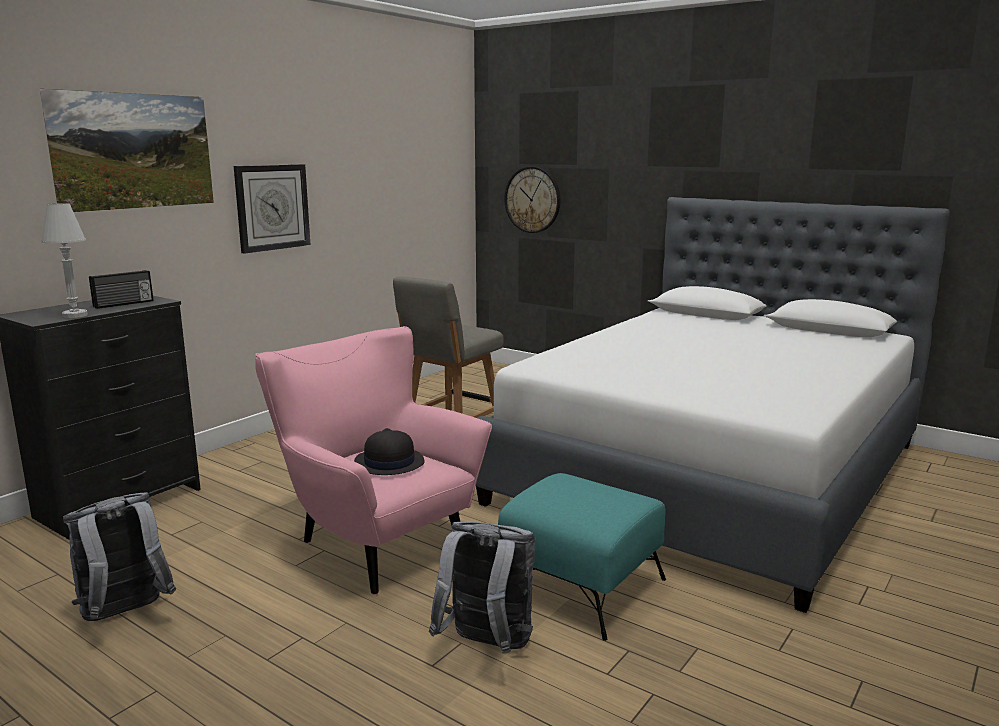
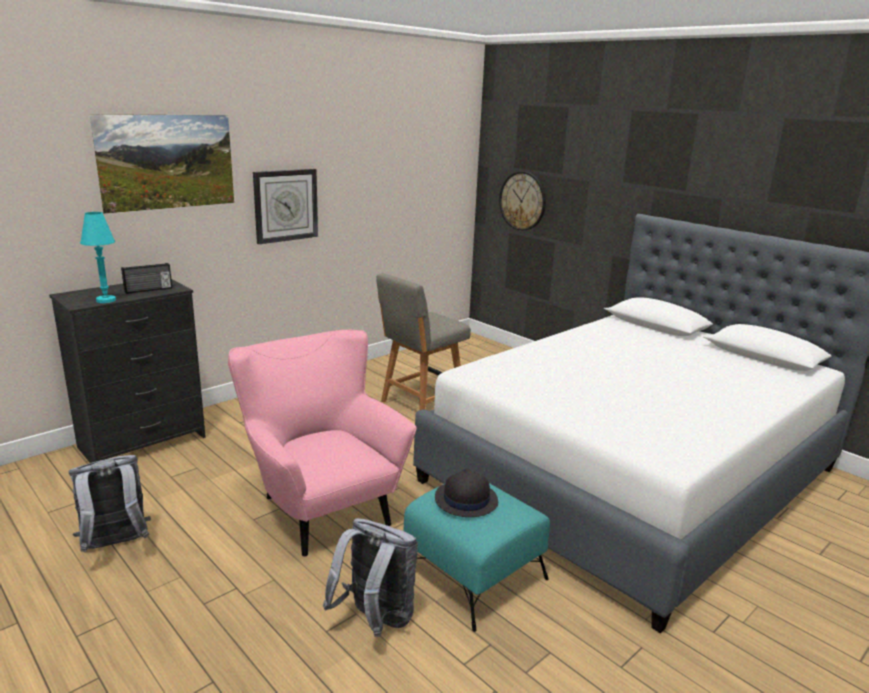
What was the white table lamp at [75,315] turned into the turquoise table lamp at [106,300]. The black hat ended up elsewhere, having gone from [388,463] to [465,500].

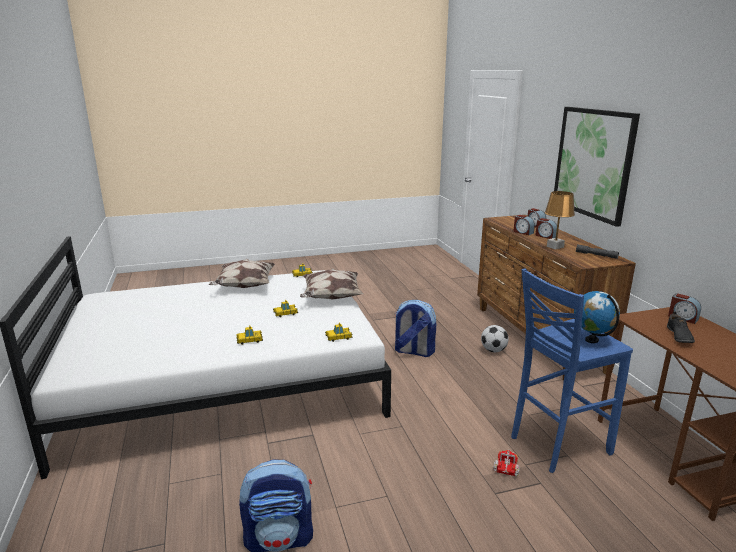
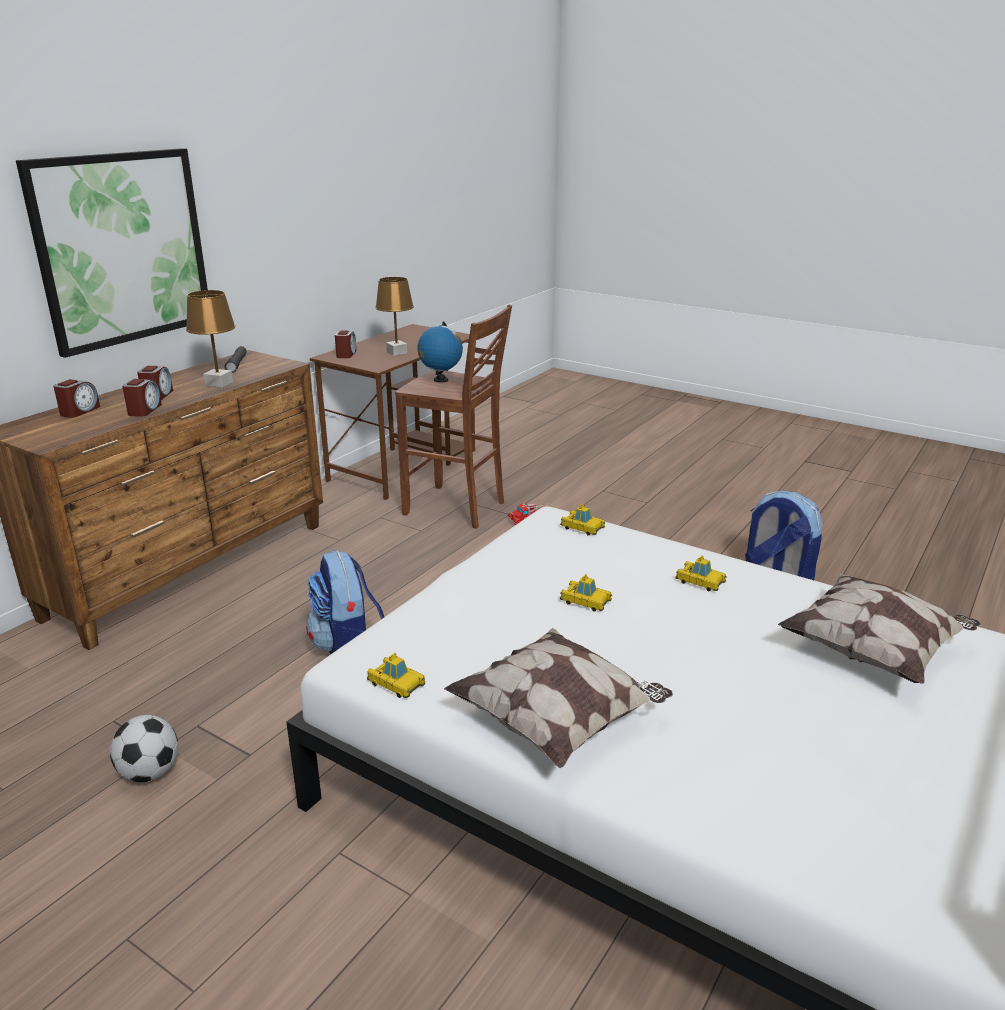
The pillow ended up elsewhere, having gone from [331,297] to [873,652]. The football ended up elsewhere, having gone from [493,350] to [149,773]. What was the blue stool at [556,444] turned into the brown stool at [457,508]. Where the black shoe stood at [678,336], the brown table lamp came to stand at [396,352].

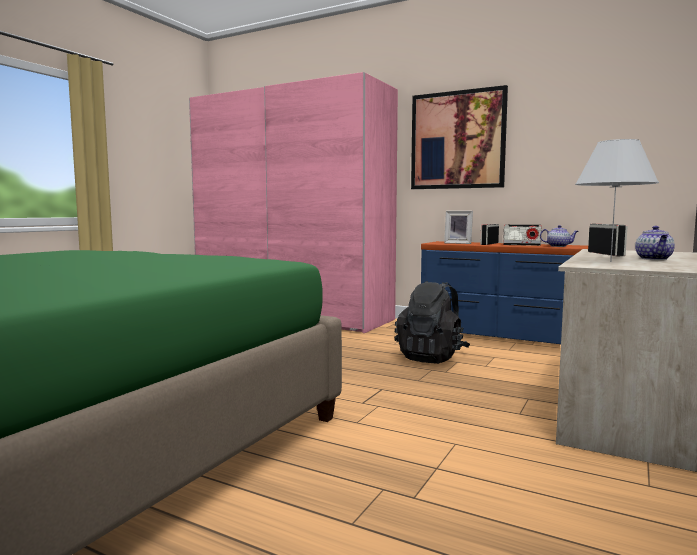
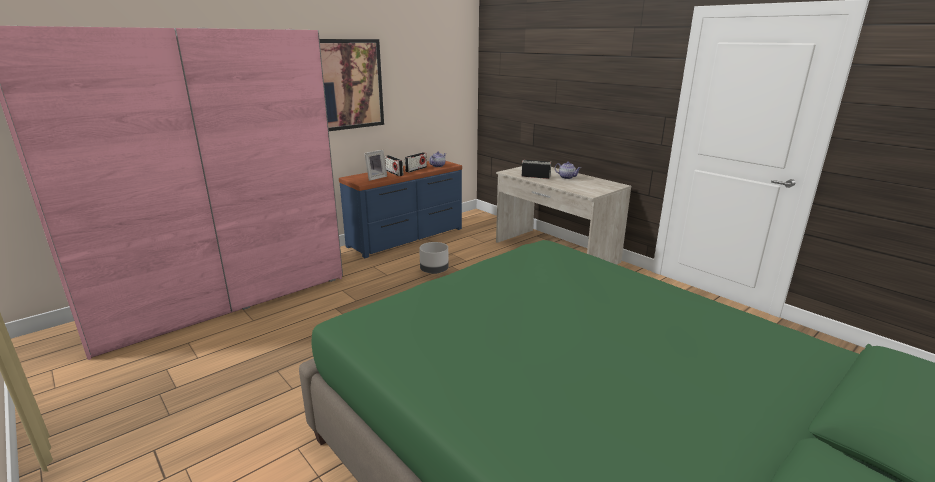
Where the black backpack stood at [431,357], the grey planter came to stand at [434,271]. The second view lost the white table lamp at [610,261].

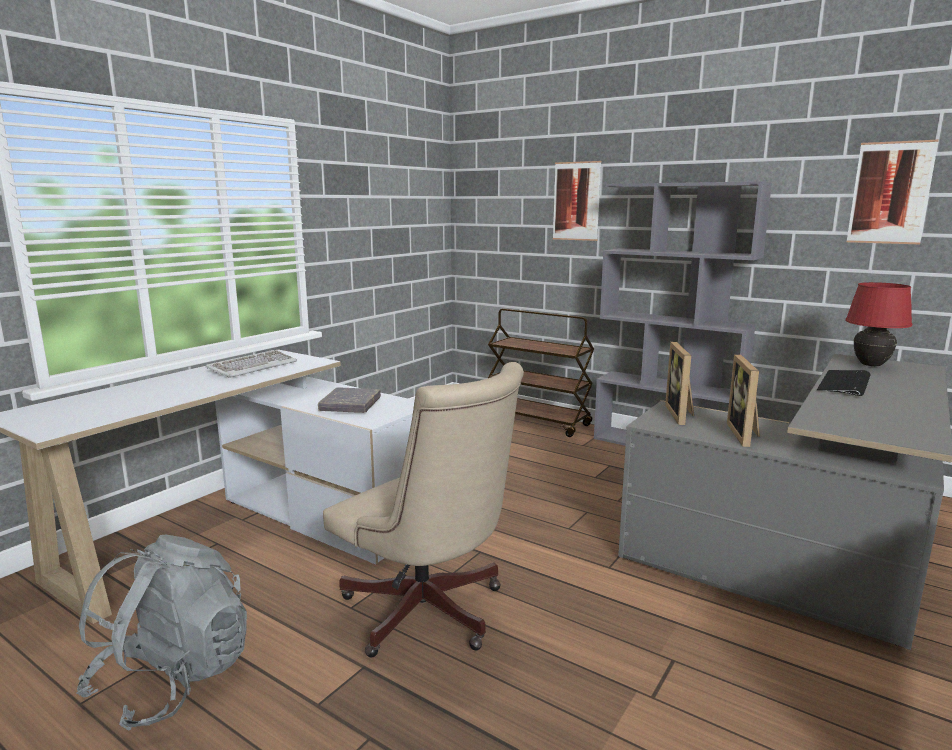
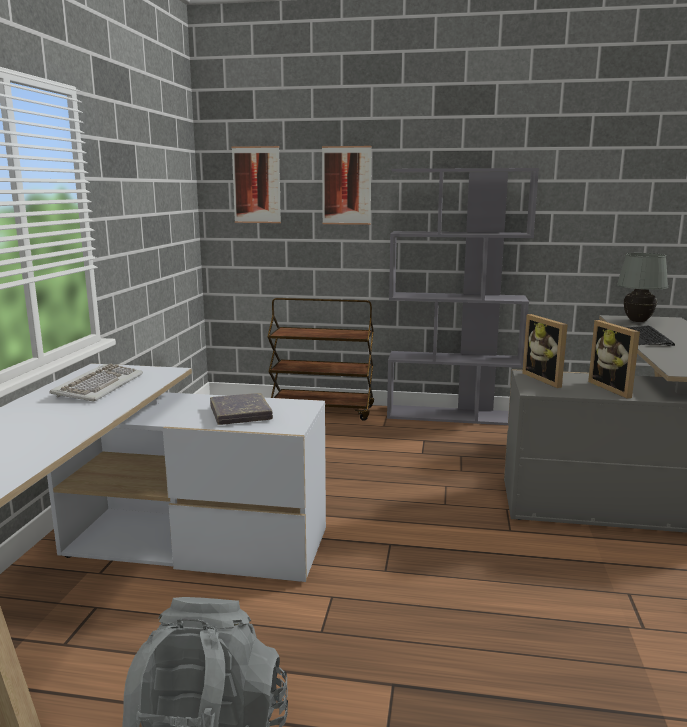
The second view lost the beige office chair at [429,615]. What was the red table lamp at [871,365] turned into the grey table lamp at [637,321]. The picture ended up elsewhere, having gone from [890,193] to [256,185].

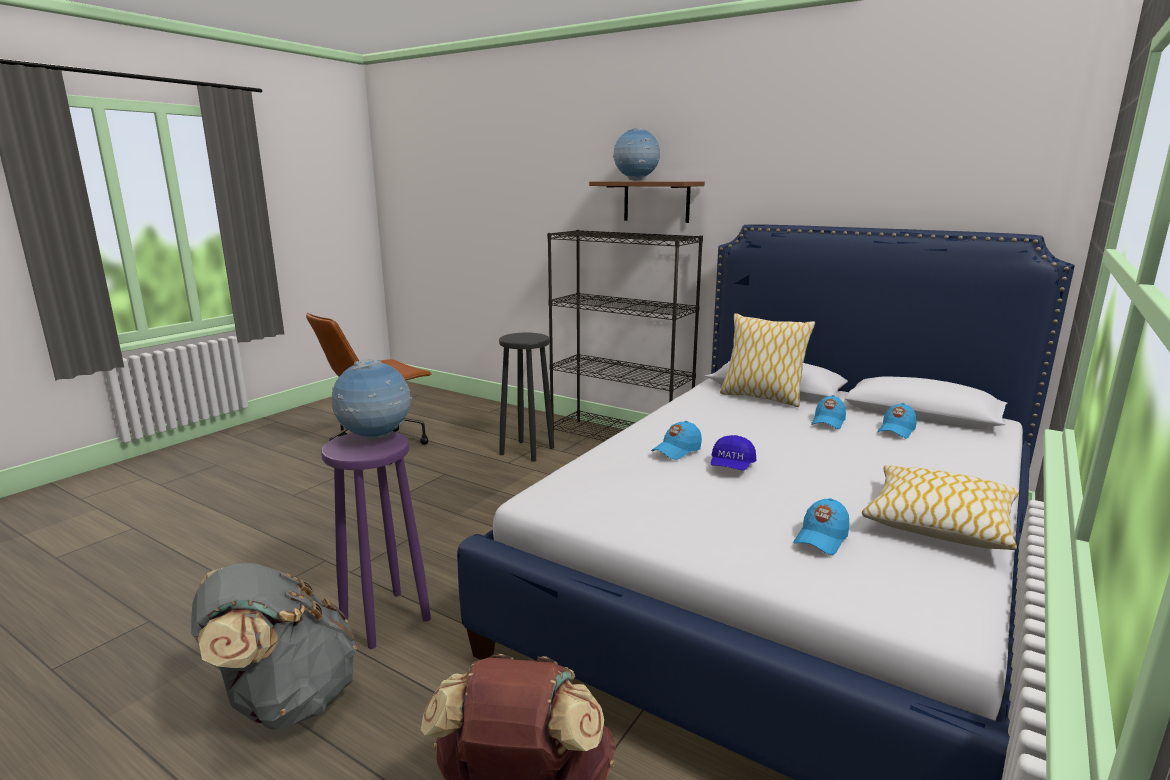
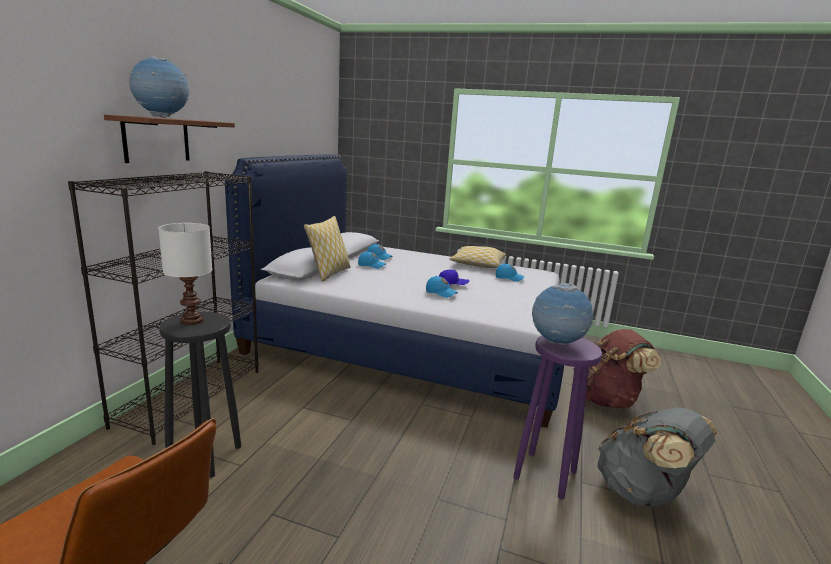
The second view gained the white table lamp at [192,320].

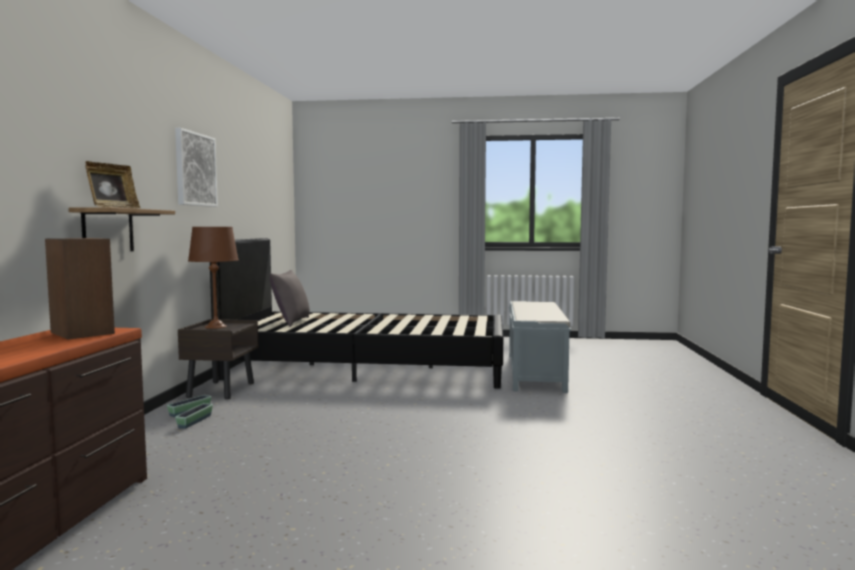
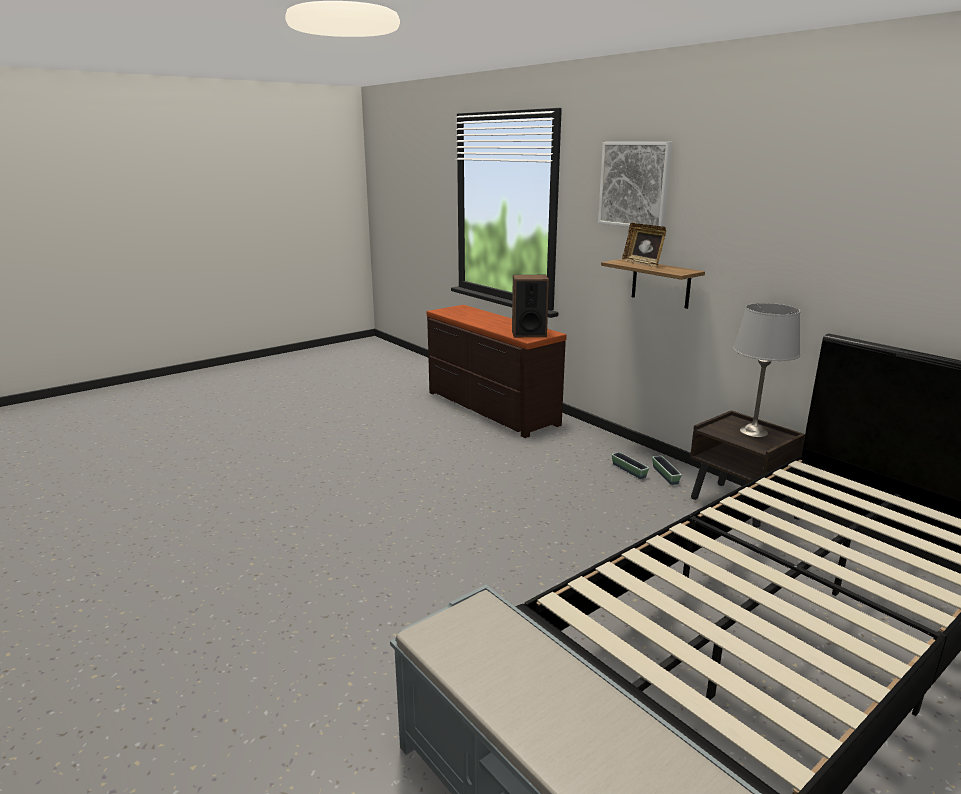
The picture ended up elsewhere, having gone from [195,169] to [634,185]. What was the brown table lamp at [215,327] turned into the grey table lamp at [753,432]. The second view lost the grey pillow at [291,322].

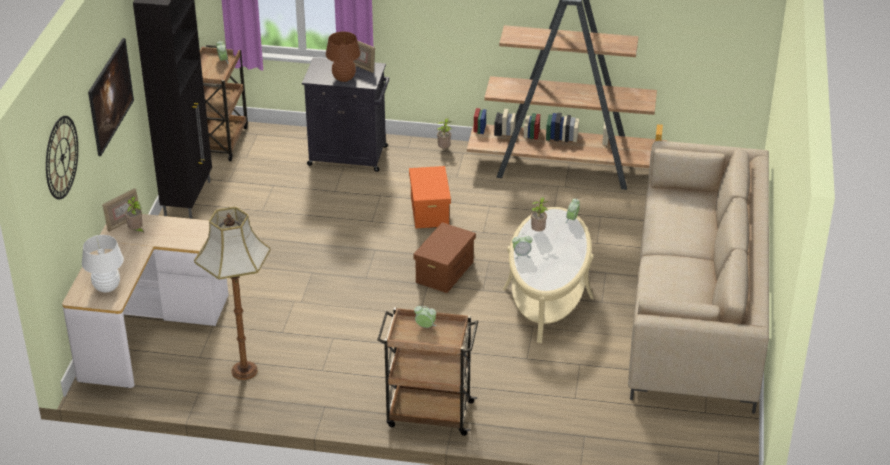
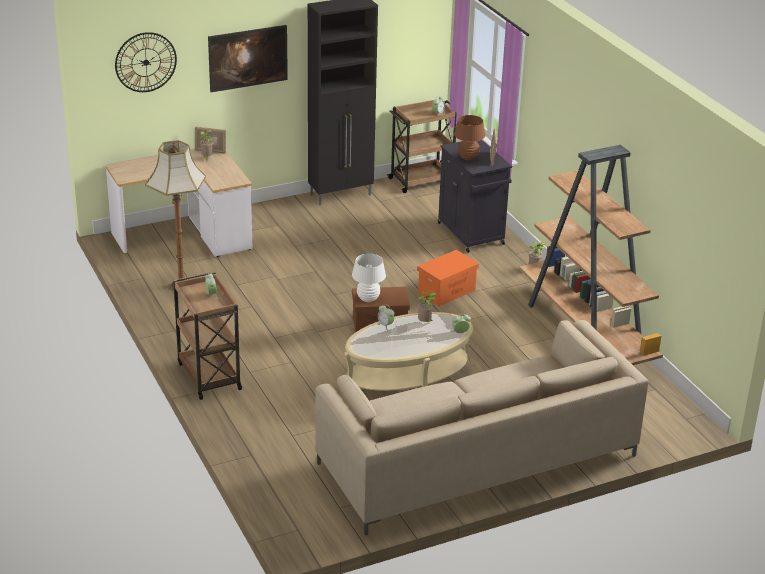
The white table lamp ended up elsewhere, having gone from [107,287] to [368,299].

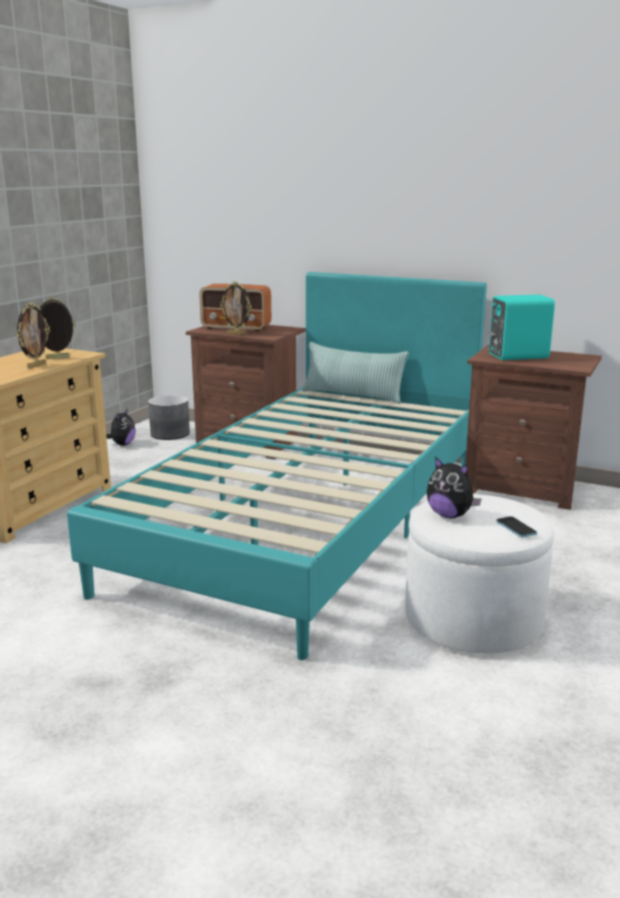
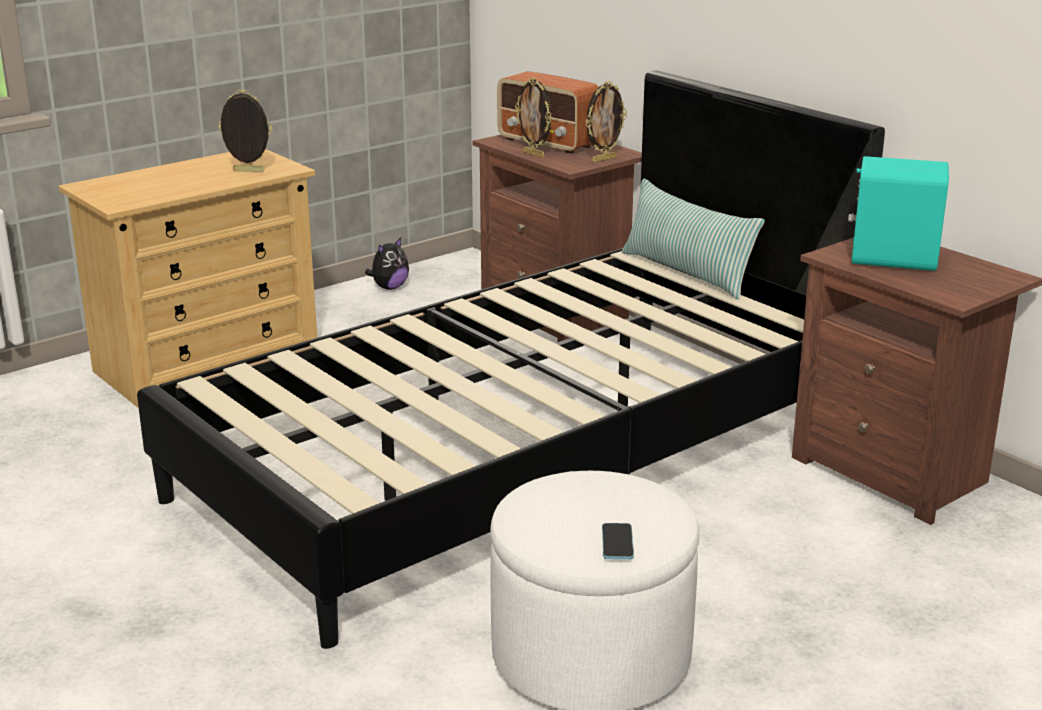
The picture frame ended up elsewhere, having gone from [36,366] to [604,159]. What was the turquoise bed at [310,521] turned into the black bed at [522,457]. The second view lost the grey planter at [170,434]. The second view lost the plush toy at [450,515].

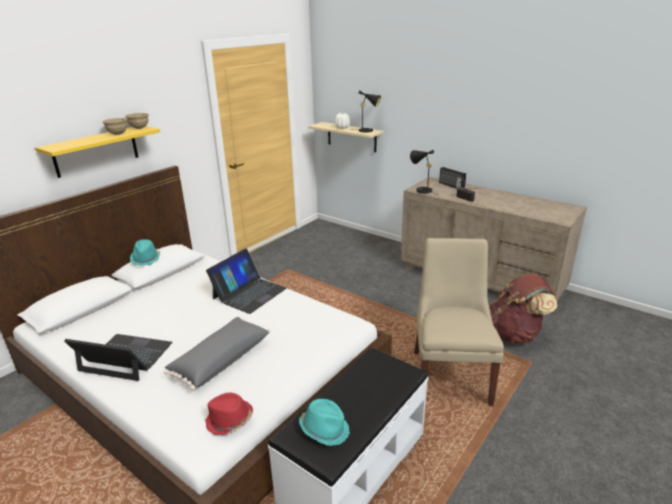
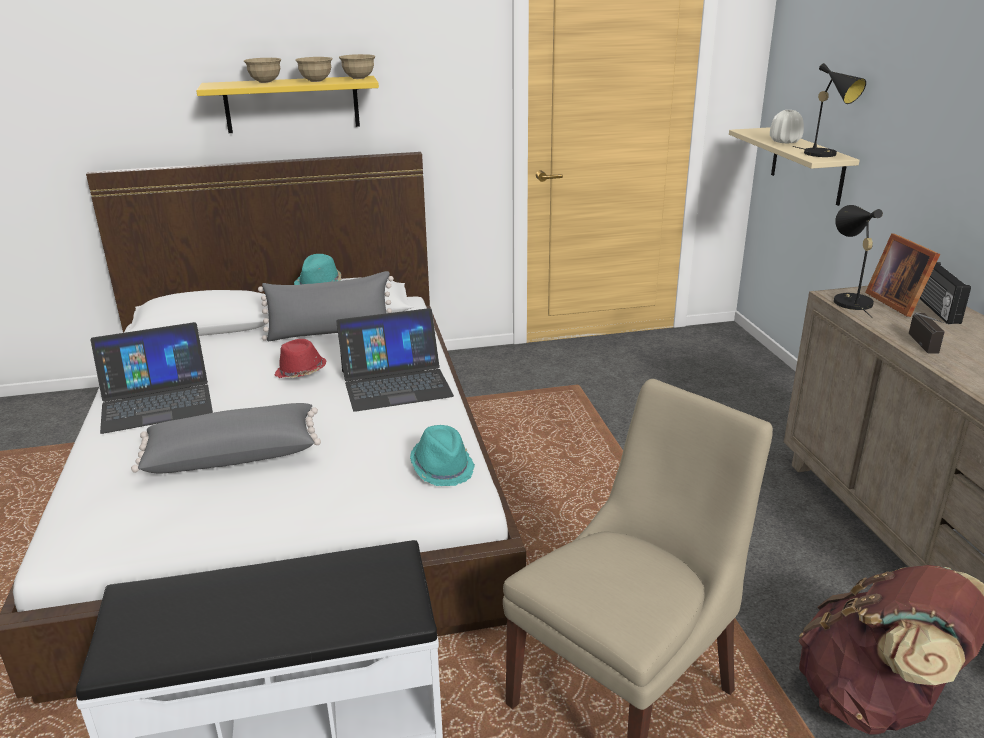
The laptop at [125,357] ended up facing another way, 105 degrees clockwise from before. The red hat ended up elsewhere, having gone from [229,420] to [301,373]. The turquoise hat ended up elsewhere, having gone from [325,429] to [442,468]. The second view gained the beige bowl at [265,82]. The second view gained the grey pillow at [331,333]. The second view gained the picture frame at [897,302].

